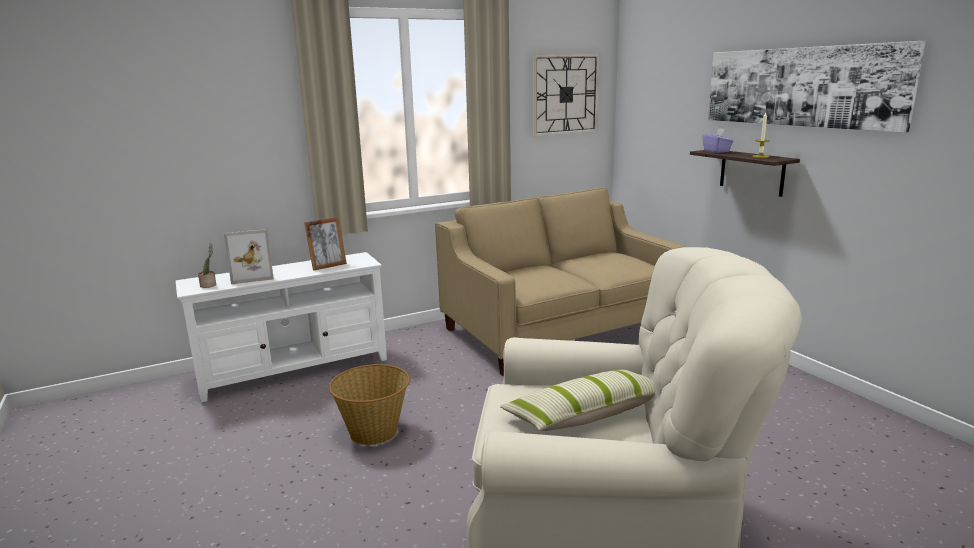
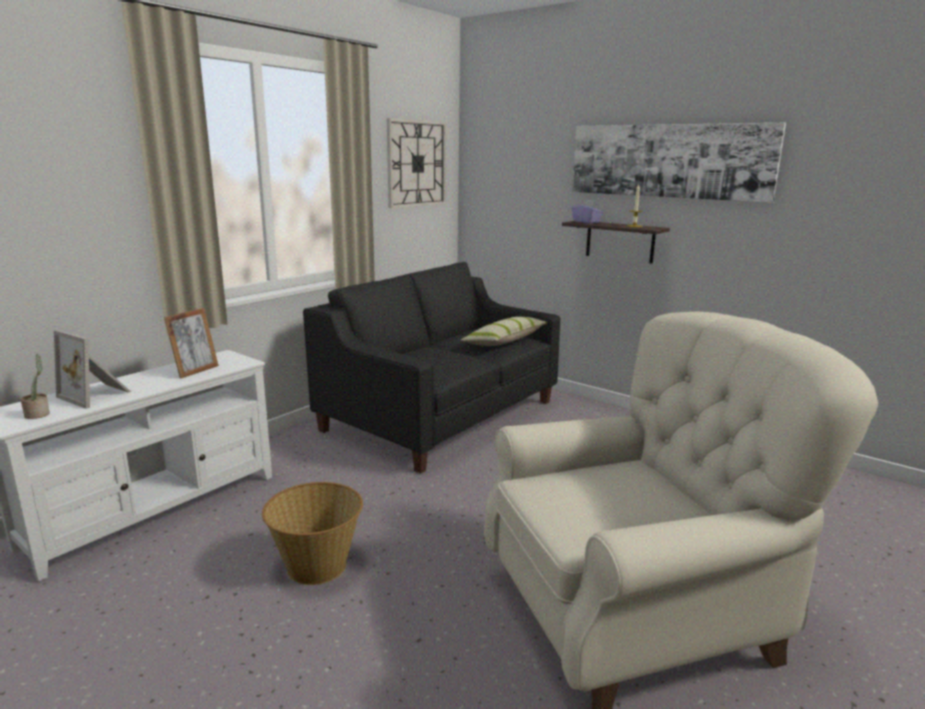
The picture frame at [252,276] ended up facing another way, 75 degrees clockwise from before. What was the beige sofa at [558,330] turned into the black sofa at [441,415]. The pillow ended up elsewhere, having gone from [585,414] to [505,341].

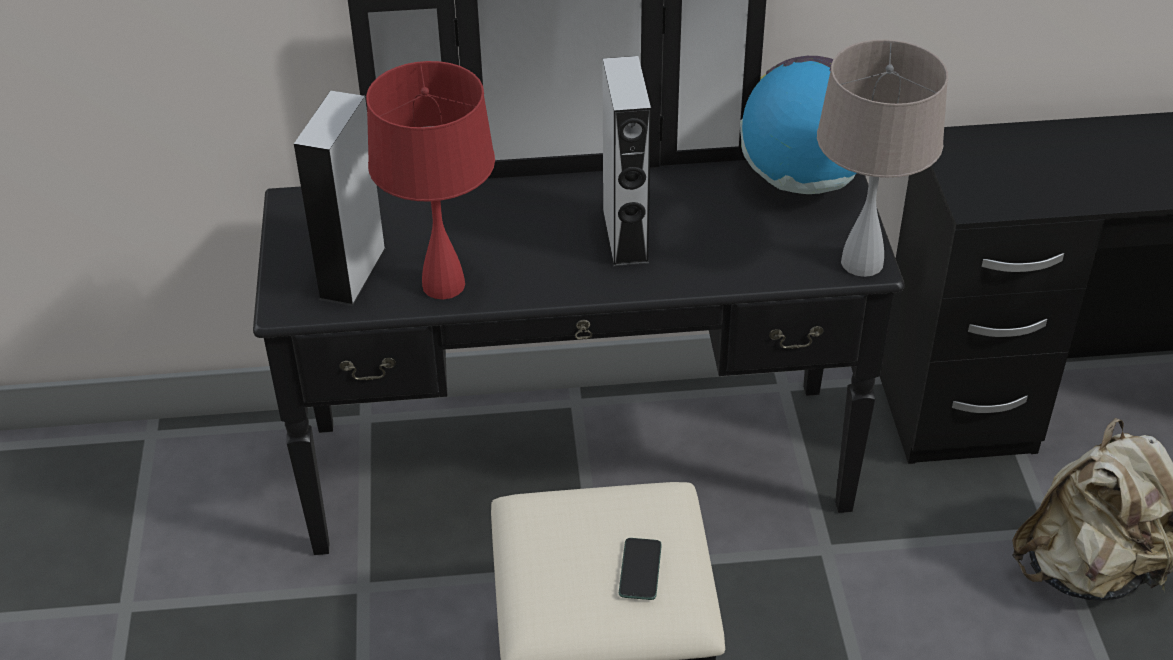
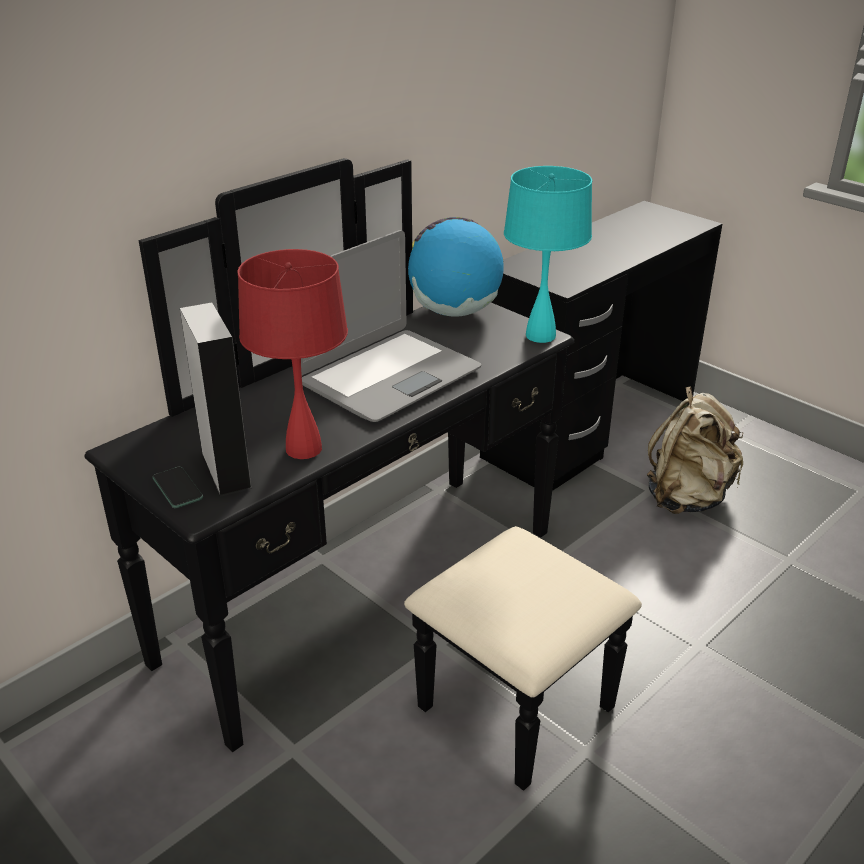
Where the grey speaker stood at [625,236], the laptop came to stand at [388,376]. The phone ended up elsewhere, having gone from [640,570] to [177,488]. What was the beige table lamp at [861,262] turned into the turquoise table lamp at [540,336].

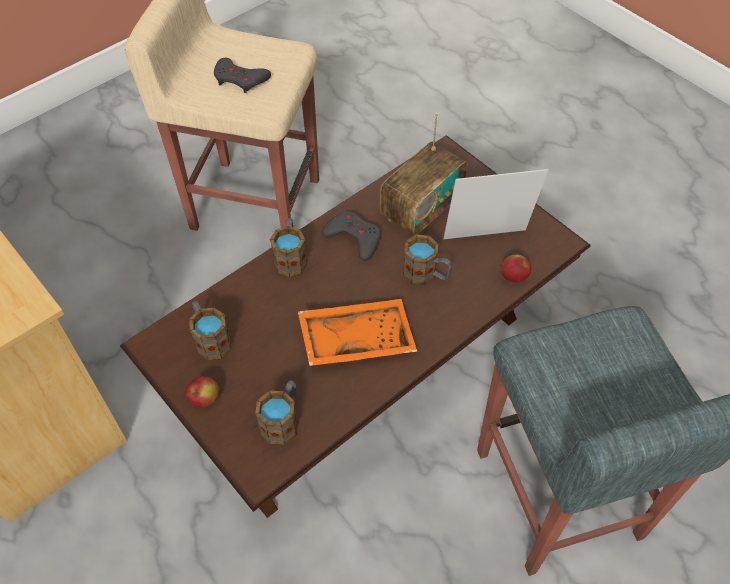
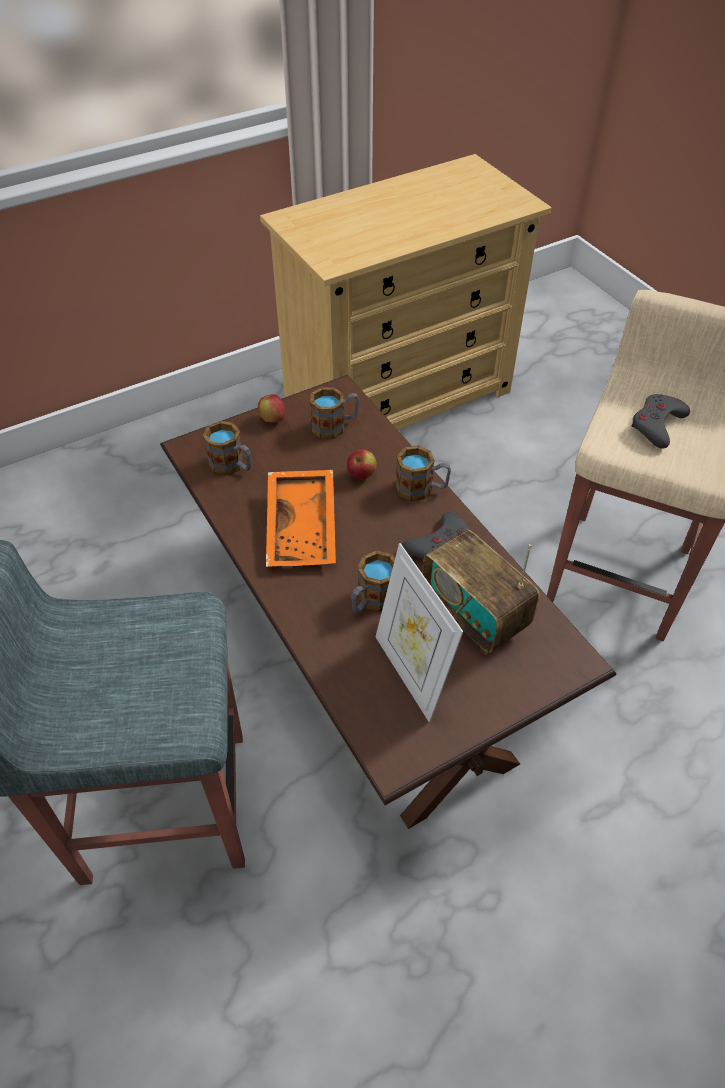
The picture frame at [486,241] ended up facing another way, 150 degrees clockwise from before. The apple ended up elsewhere, having gone from [513,277] to [361,475].

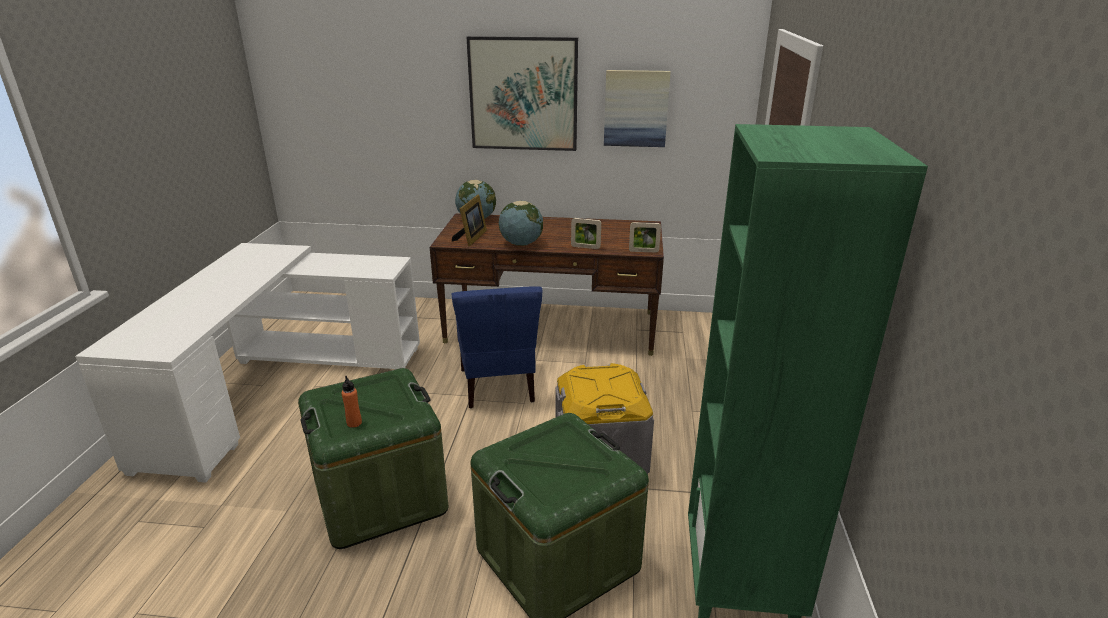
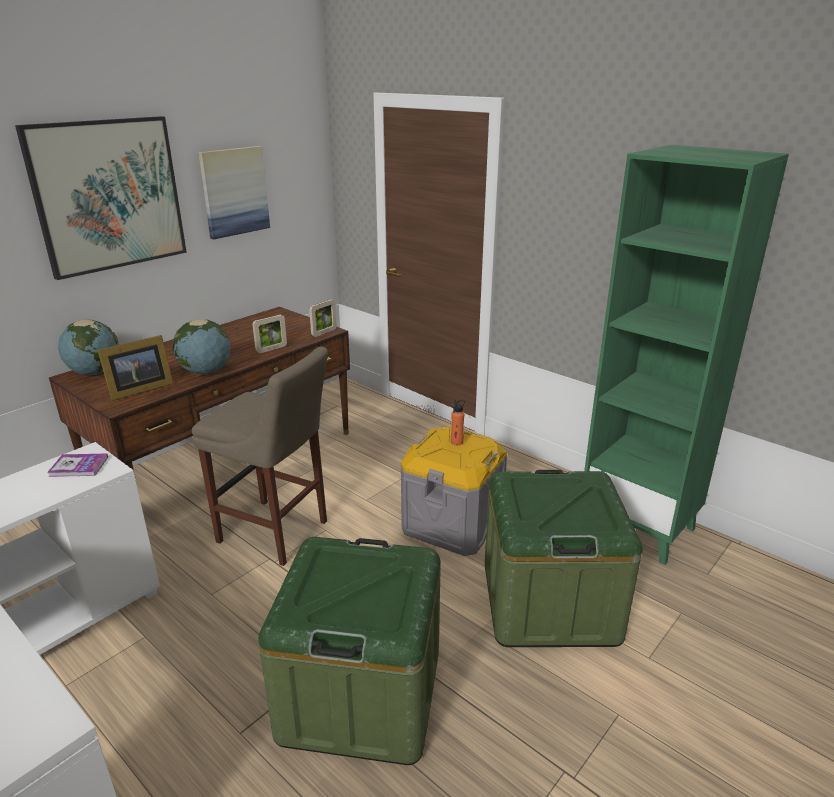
The orange bottle ended up elsewhere, having gone from [354,423] to [457,442]. Where the blue chair stood at [498,385], the beige stool came to stand at [277,533]. The picture frame at [471,238] ended up facing another way, 90 degrees clockwise from before. The second view gained the book at [78,466].

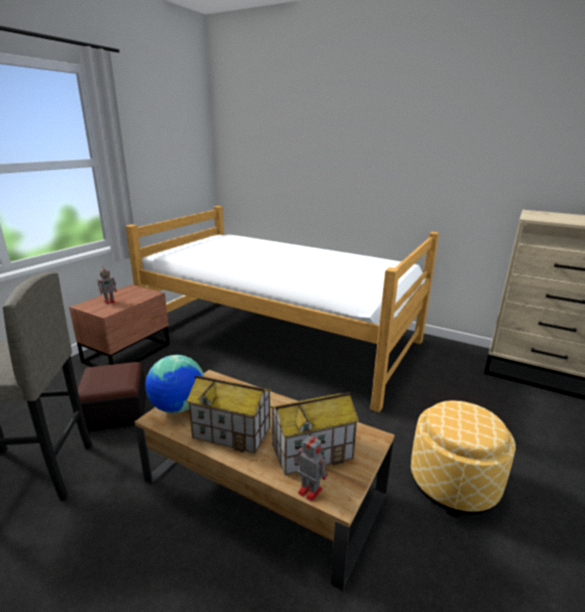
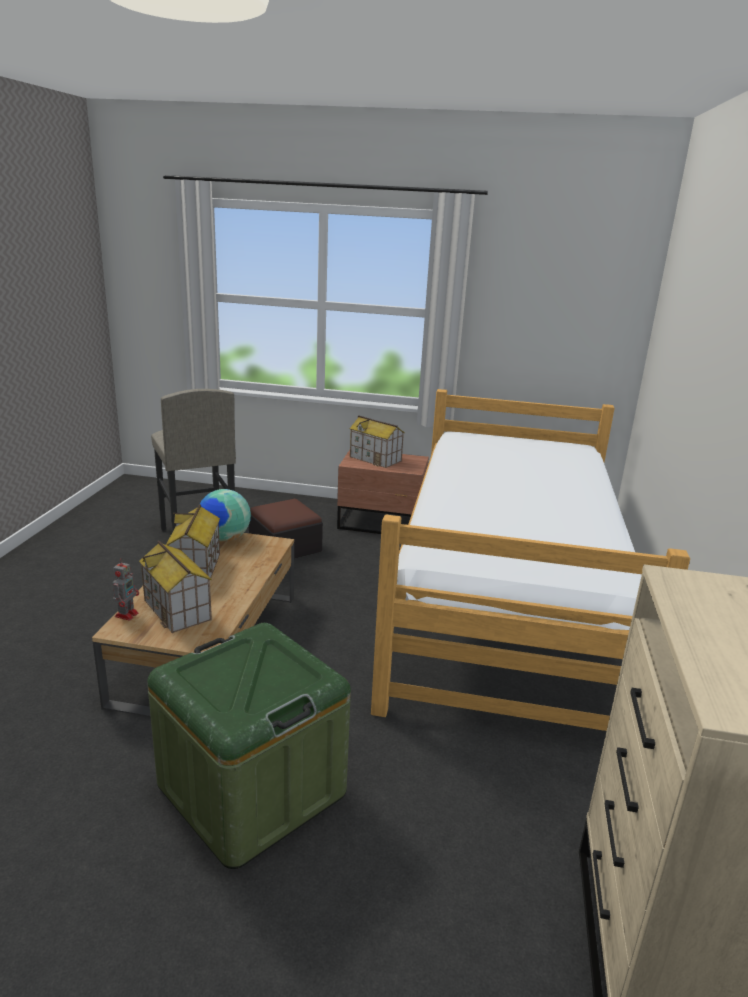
Where the toy robot stood at [110,301], the toy house came to stand at [376,459]. Where the ottoman stood at [453,483], the green storage box came to stand at [252,789].

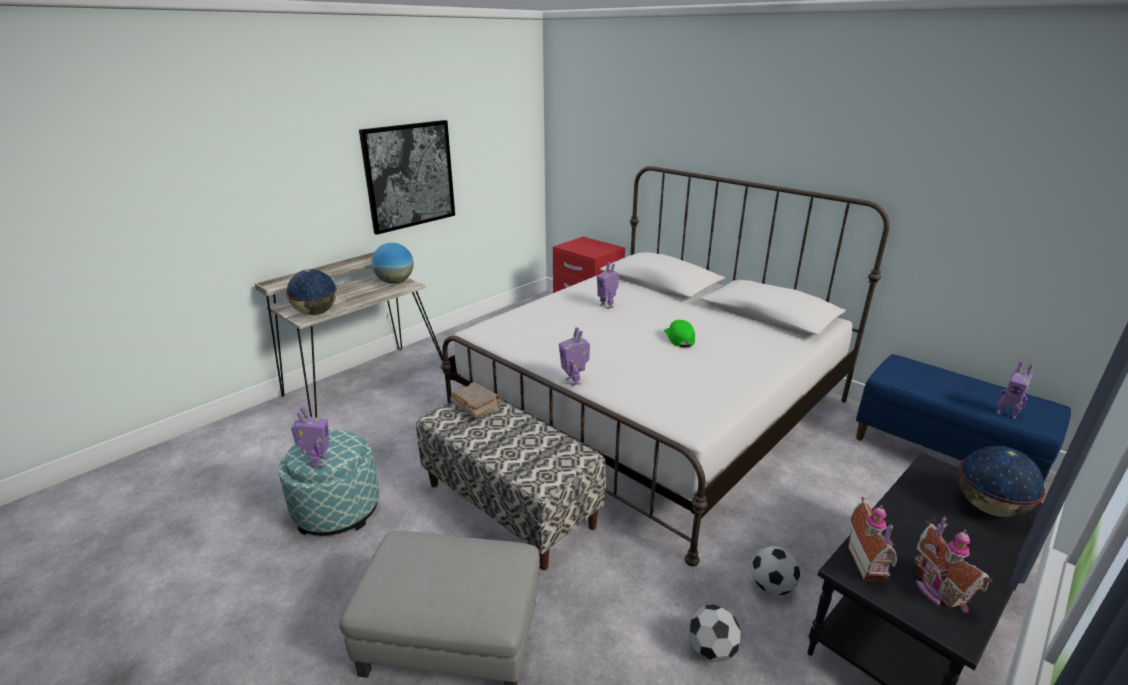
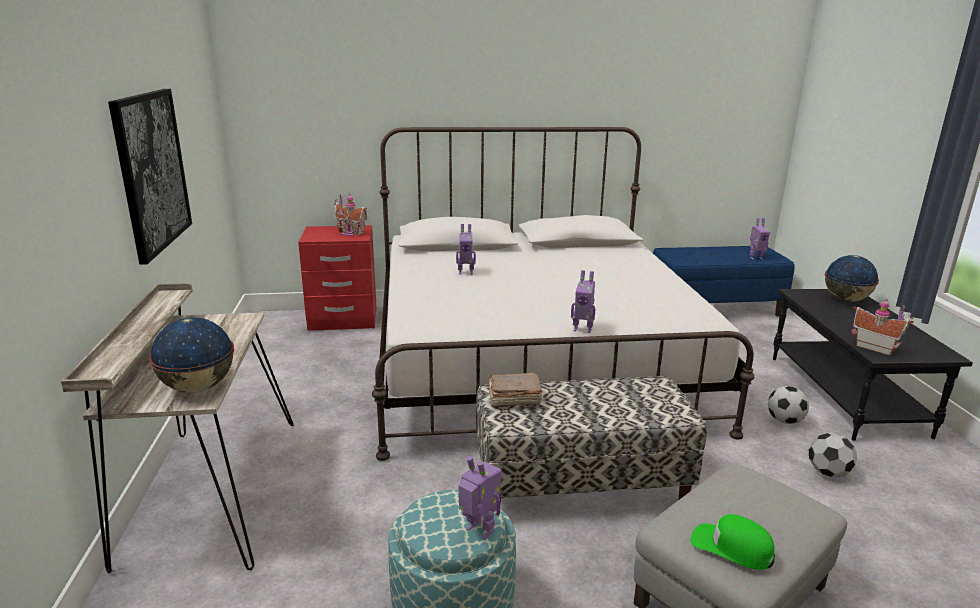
The second view lost the globe at [395,282]. The green cap ended up elsewhere, having gone from [679,337] to [731,547]. The toy house ended up elsewhere, having gone from [937,590] to [350,233].

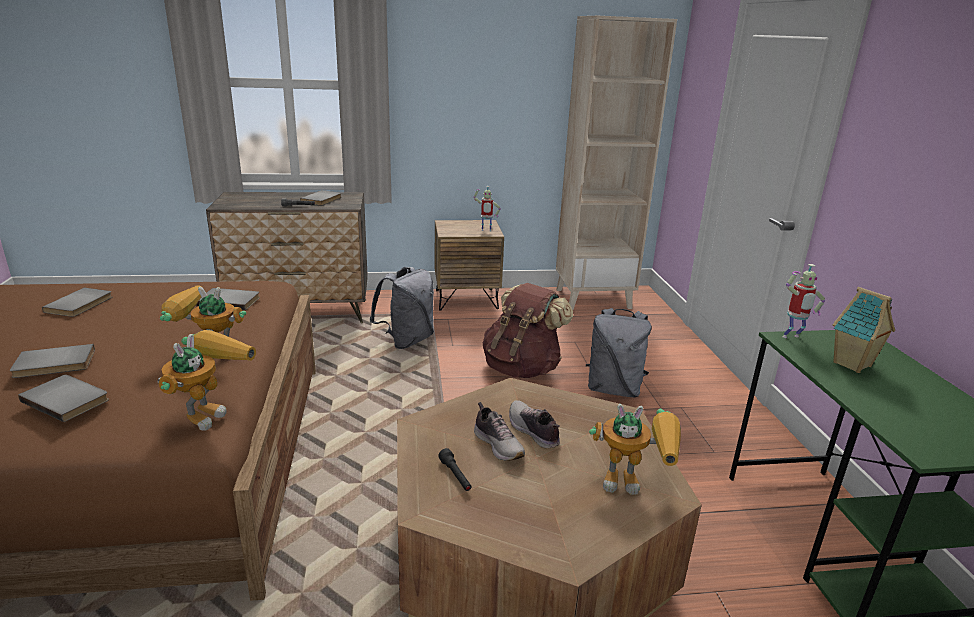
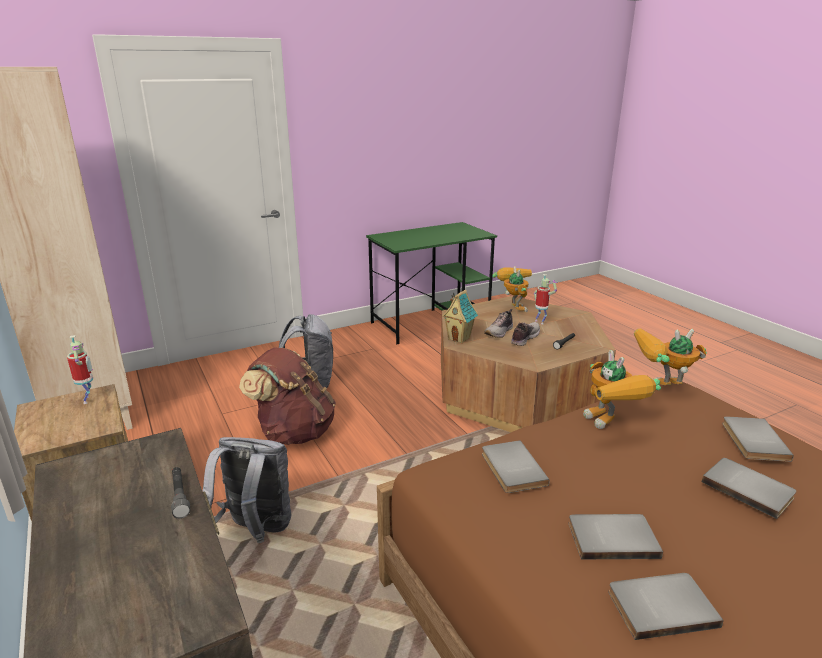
The grey book ended up elsewhere, having gone from [322,200] to [611,537]. The toy robot ended up elsewhere, having gone from [792,338] to [540,322]. The toy house ended up elsewhere, having gone from [853,365] to [459,338].

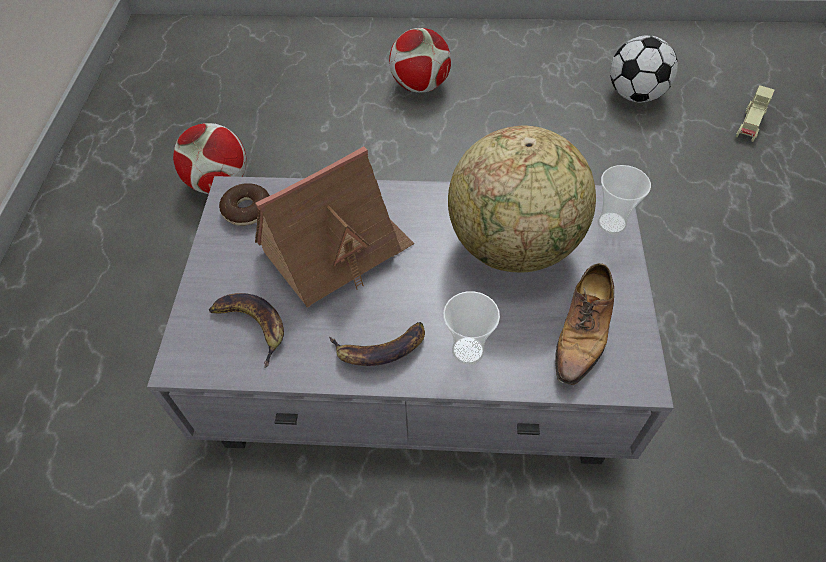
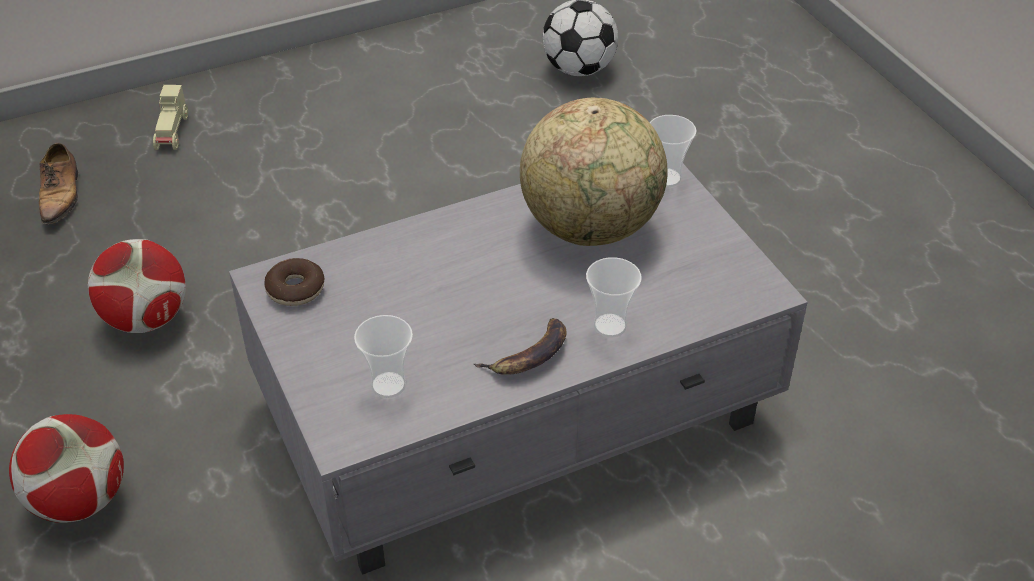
Where the banana stood at [252,326], the cup came to stand at [388,385]. The second view lost the toy house at [336,250]. The football ended up elsewhere, having gone from [420,86] to [79,500]. The shoe ended up elsewhere, having gone from [583,332] to [61,195]. The beige toy car ended up elsewhere, having gone from [749,126] to [173,133].

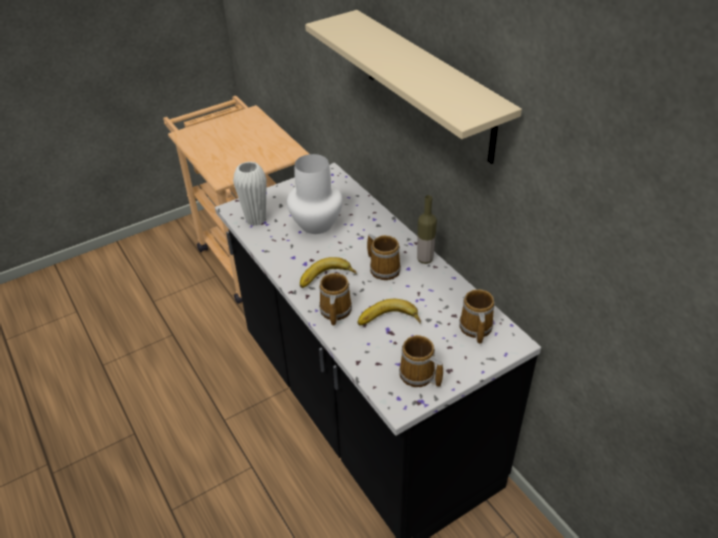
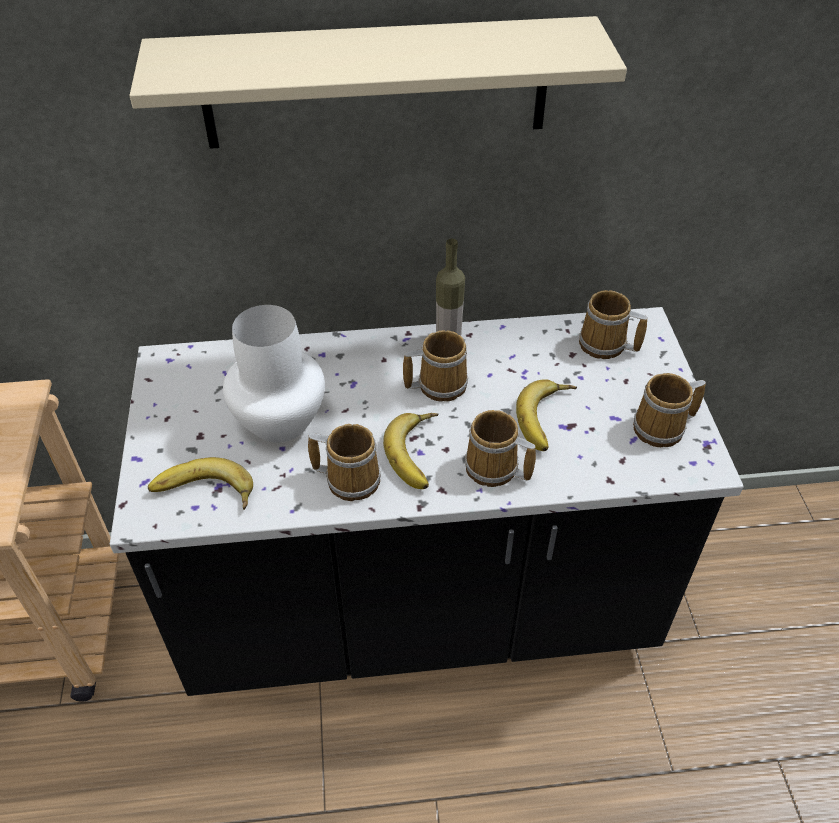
Where the white vase stood at [256,220], the banana came to stand at [203,494]. The second view gained the mug at [350,478].

